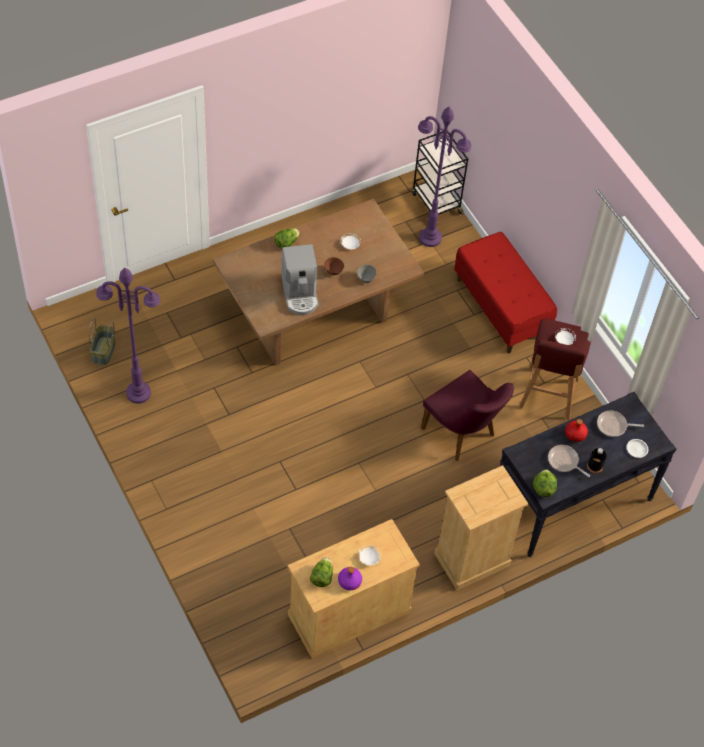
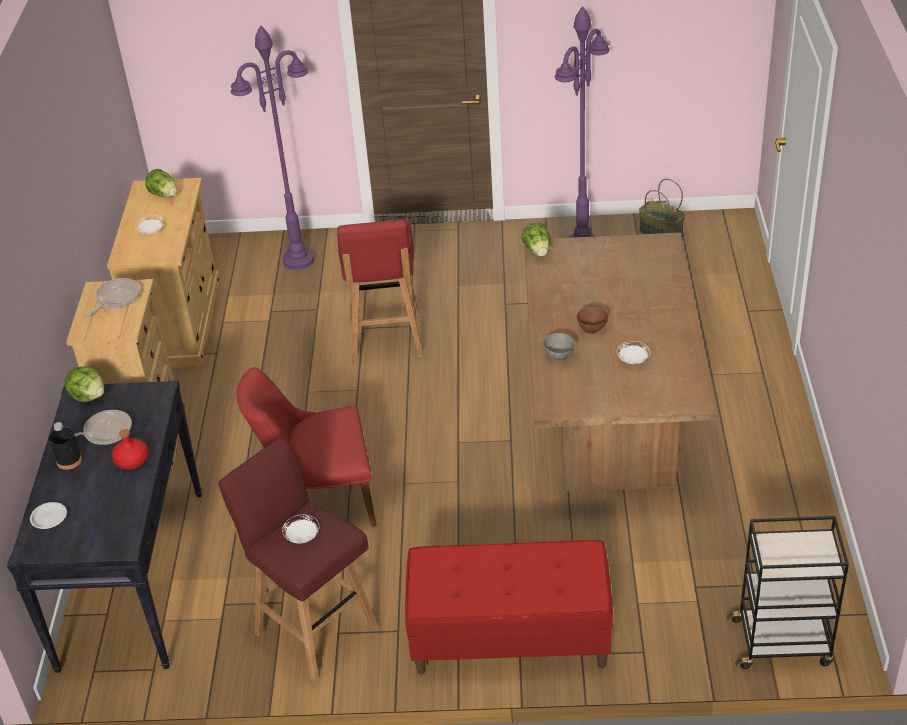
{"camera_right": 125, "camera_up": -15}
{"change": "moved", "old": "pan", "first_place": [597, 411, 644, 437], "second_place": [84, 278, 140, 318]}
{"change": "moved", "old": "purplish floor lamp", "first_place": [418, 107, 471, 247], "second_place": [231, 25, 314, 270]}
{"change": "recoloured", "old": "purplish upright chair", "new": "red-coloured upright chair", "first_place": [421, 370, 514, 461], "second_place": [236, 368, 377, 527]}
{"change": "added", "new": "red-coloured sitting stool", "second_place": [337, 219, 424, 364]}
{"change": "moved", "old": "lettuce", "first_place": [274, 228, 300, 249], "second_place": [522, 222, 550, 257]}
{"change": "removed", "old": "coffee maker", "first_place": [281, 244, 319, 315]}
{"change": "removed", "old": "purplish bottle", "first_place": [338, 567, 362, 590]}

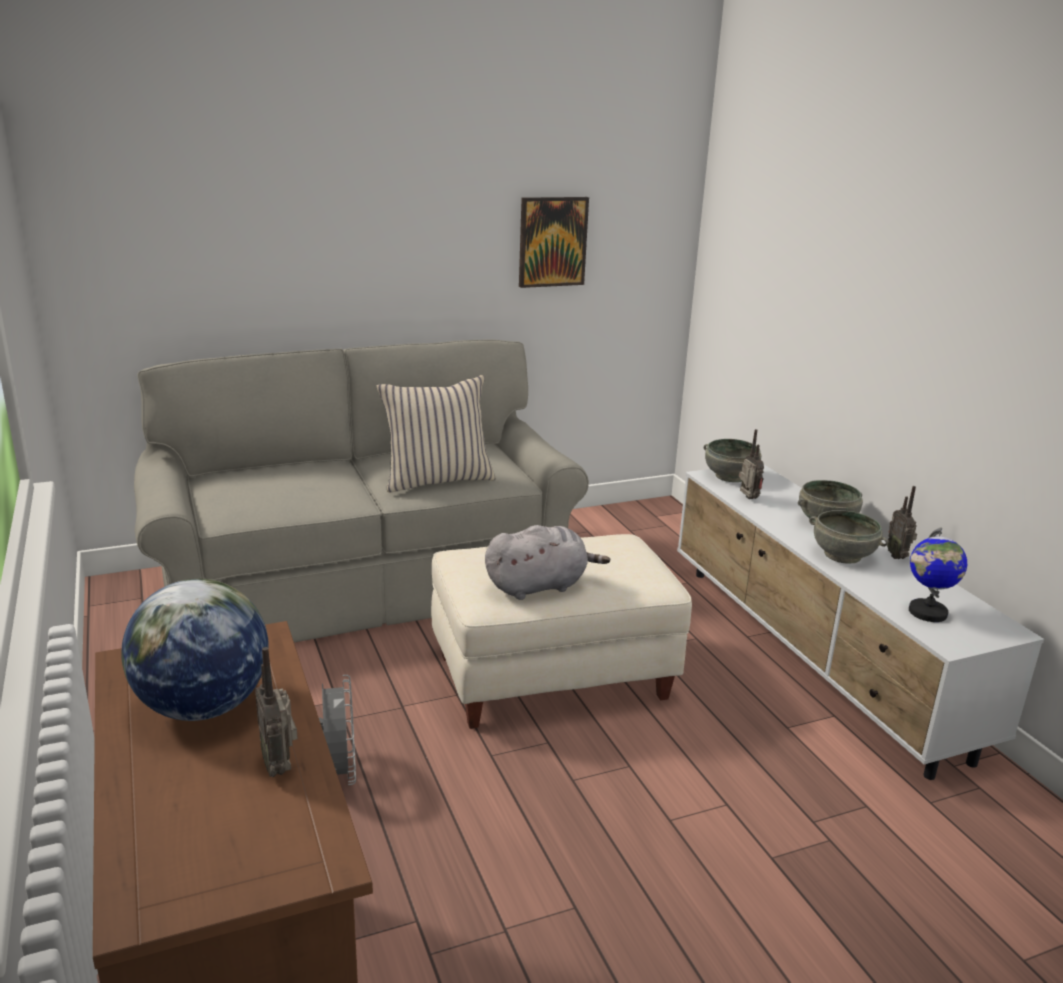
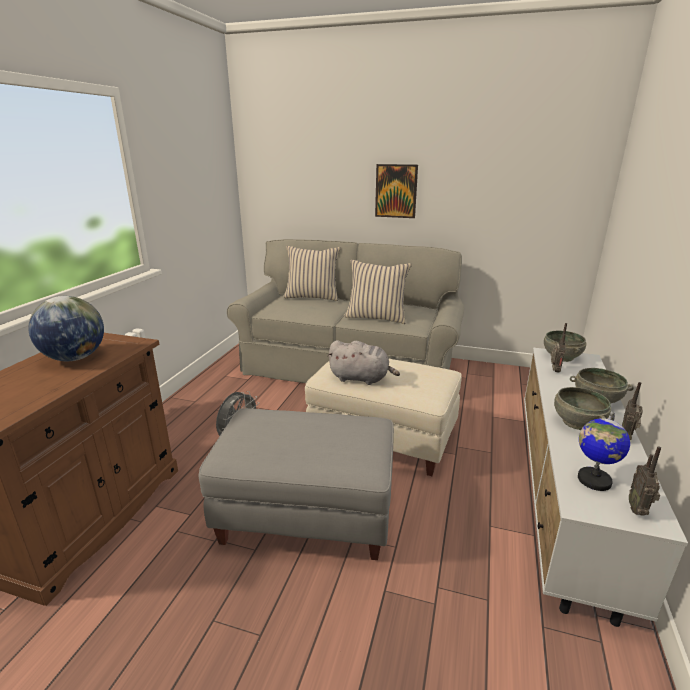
{"camera_right": 40, "camera_up": 0}
{"change": "added", "new": "greyish pouffe", "second_place": [198, 408, 394, 560]}
{"change": "added", "new": "sand-coloured throw pillow", "second_place": [283, 246, 341, 301]}
{"change": "moved", "old": "wall picture", "first_place": [519, 197, 589, 288], "second_place": [375, 164, 418, 218]}
{"change": "moved", "old": "radio receiver", "first_place": [255, 647, 298, 777], "second_place": [629, 446, 661, 515]}

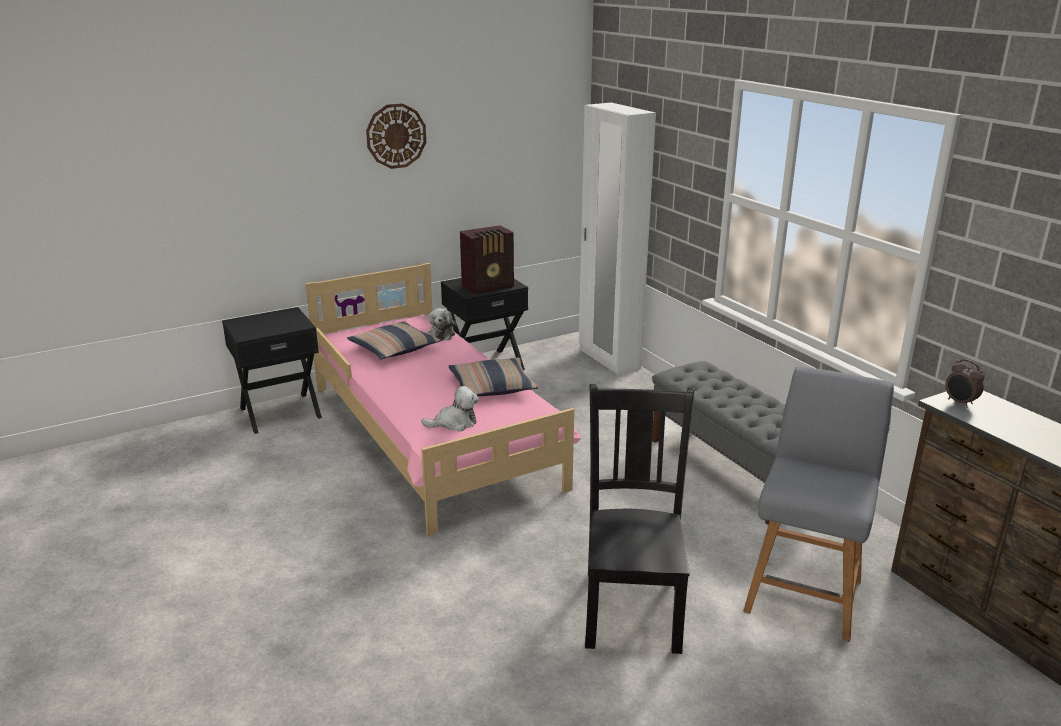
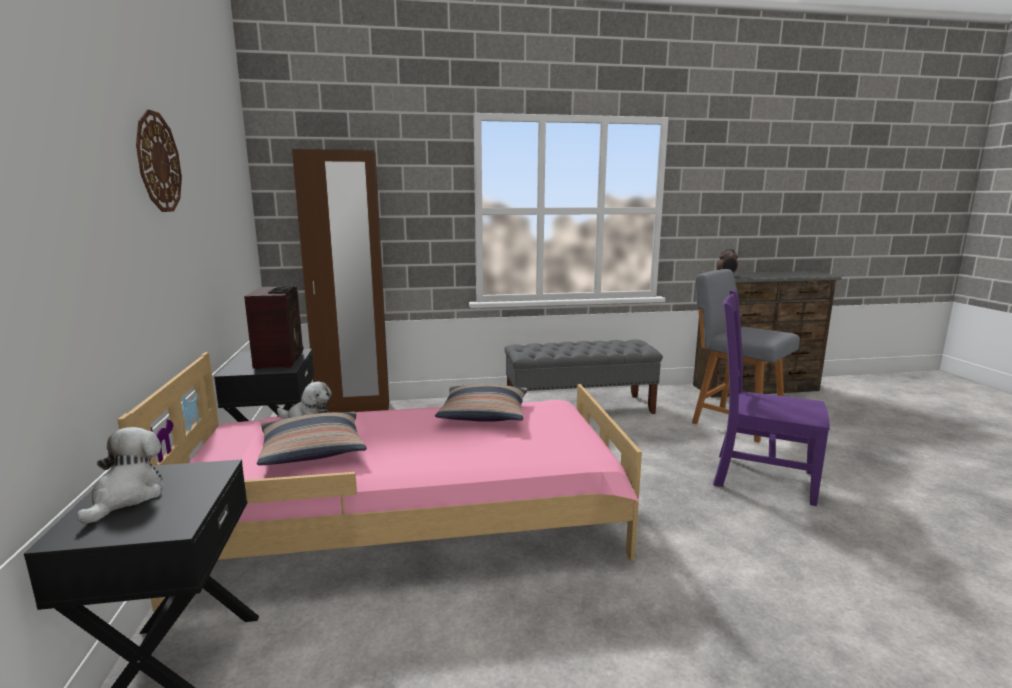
{"camera_right": -70, "camera_up": -10}
{"change": "moved", "old": "soft toy", "first_place": [422, 386, 479, 432], "second_place": [77, 427, 164, 524]}
{"change": "recoloured", "old": "white-coloured wardrobe", "new": "brown-coloured wardrobe", "first_place": [579, 102, 656, 375], "second_place": [292, 149, 389, 412]}
{"change": "recoloured", "old": "black upright chair", "new": "purplish upright chair", "first_place": [585, 384, 695, 654], "second_place": [713, 290, 830, 506]}

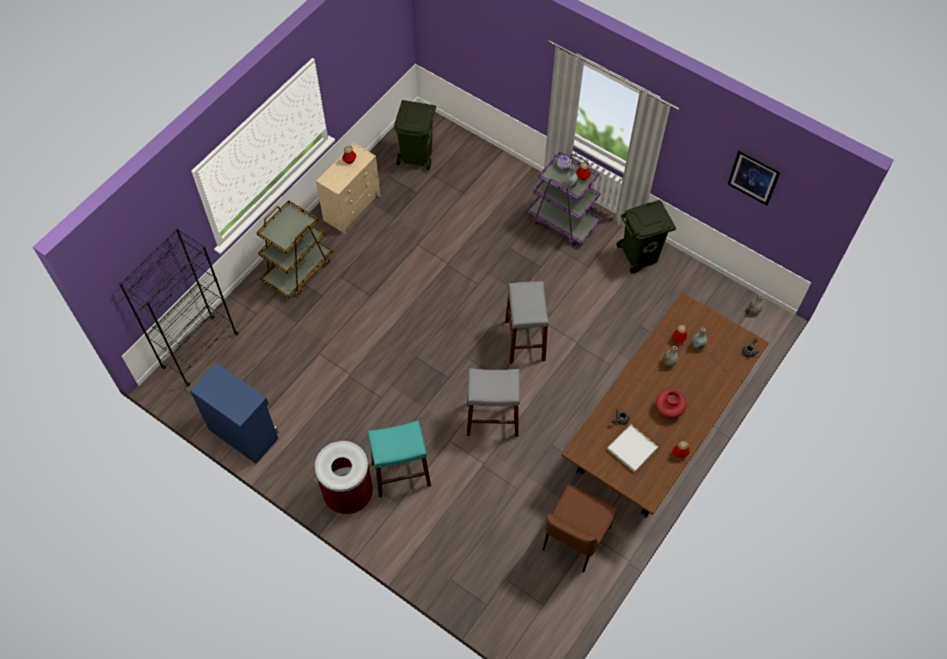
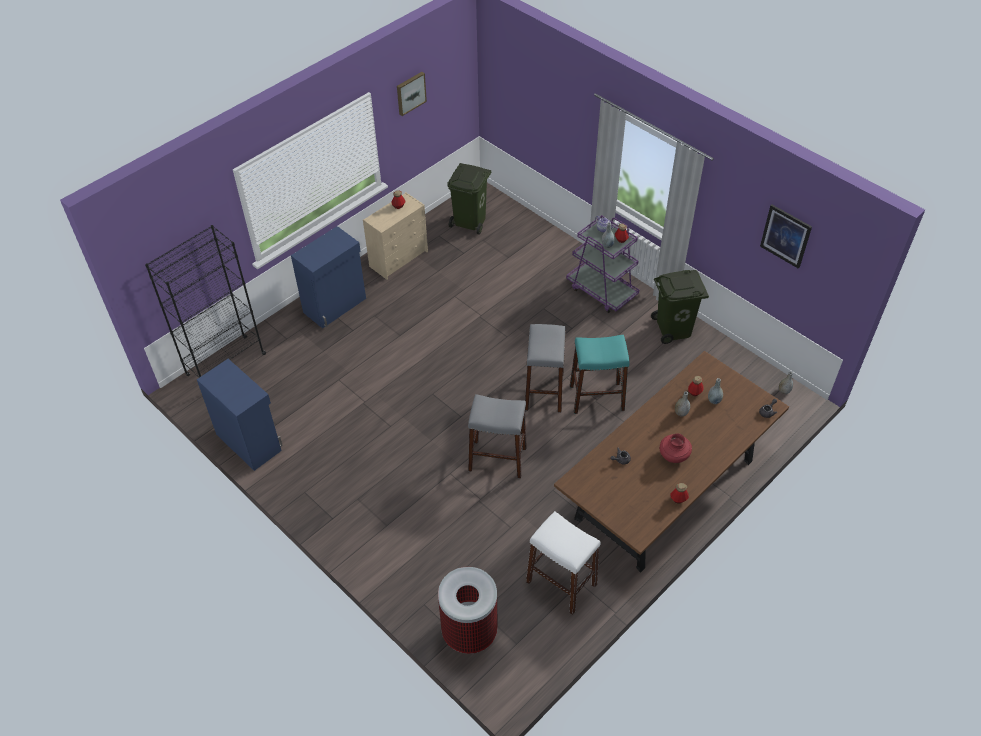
{"camera_right": 10, "camera_up": -10}
{"change": "replaced", "old": "brown-coloured trolley", "new": "blue cupboard", "first_place": [256, 200, 333, 298], "second_place": [291, 226, 366, 328]}
{"change": "added", "new": "wall picture", "second_place": [397, 72, 427, 116]}
{"change": "moved", "old": "rubbish bin", "first_place": [315, 441, 373, 514], "second_place": [438, 567, 498, 654]}
{"change": "replaced", "old": "brown-coloured upright chair", "new": "white-coloured sitting stool", "first_place": [542, 484, 618, 573], "second_place": [526, 511, 601, 615]}
{"change": "moved", "old": "blue-green sitting stool", "first_place": [368, 420, 431, 497], "second_place": [570, 335, 630, 414]}
{"change": "removed", "old": "white-coloured carrying tray", "first_place": [607, 424, 658, 473]}

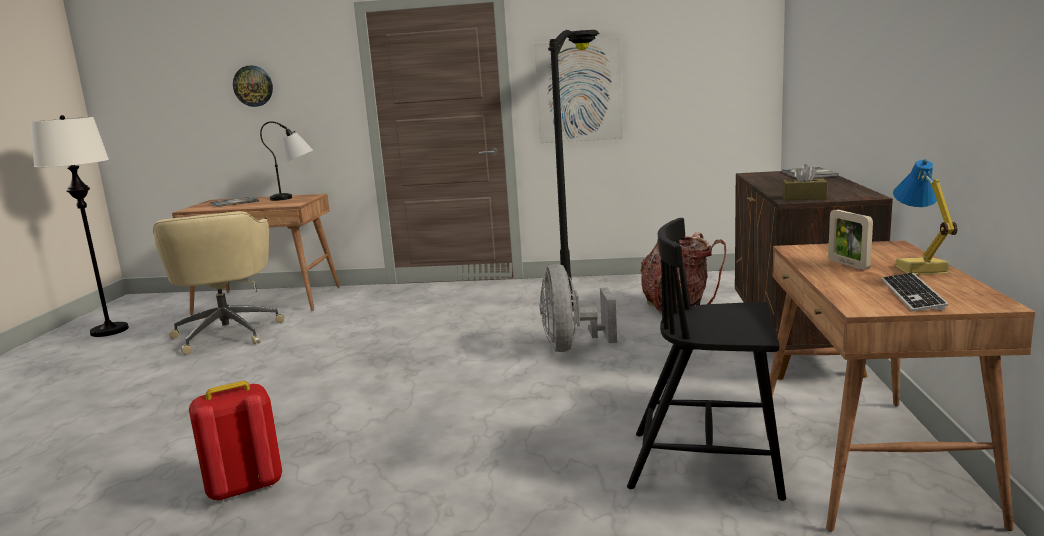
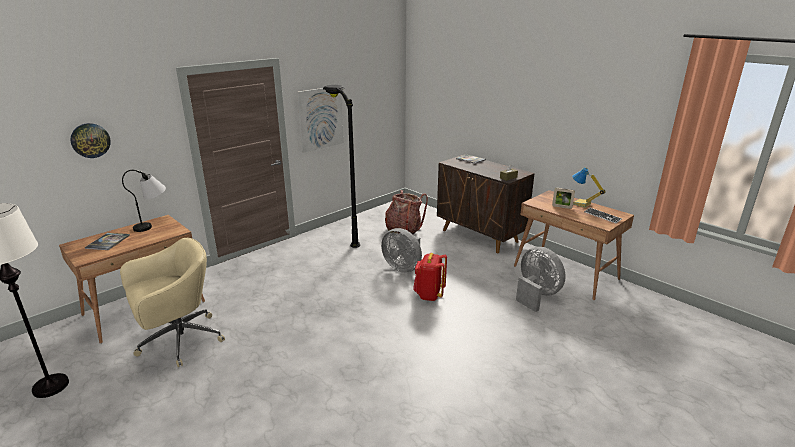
{"camera_right": -50, "camera_up": 10}
{"change": "turned", "old": "sand-coloured computer chair", "first_place": [153, 211, 285, 355], "second_place": [120, 238, 225, 367], "degrees": -60}
{"change": "moved", "old": "red-coloured rucksack", "first_place": [189, 381, 282, 501], "second_place": [413, 253, 447, 301]}
{"change": "replaced", "old": "black upright chair", "new": "greyish cooling fan", "first_place": [627, 218, 786, 501], "second_place": [516, 247, 566, 312]}

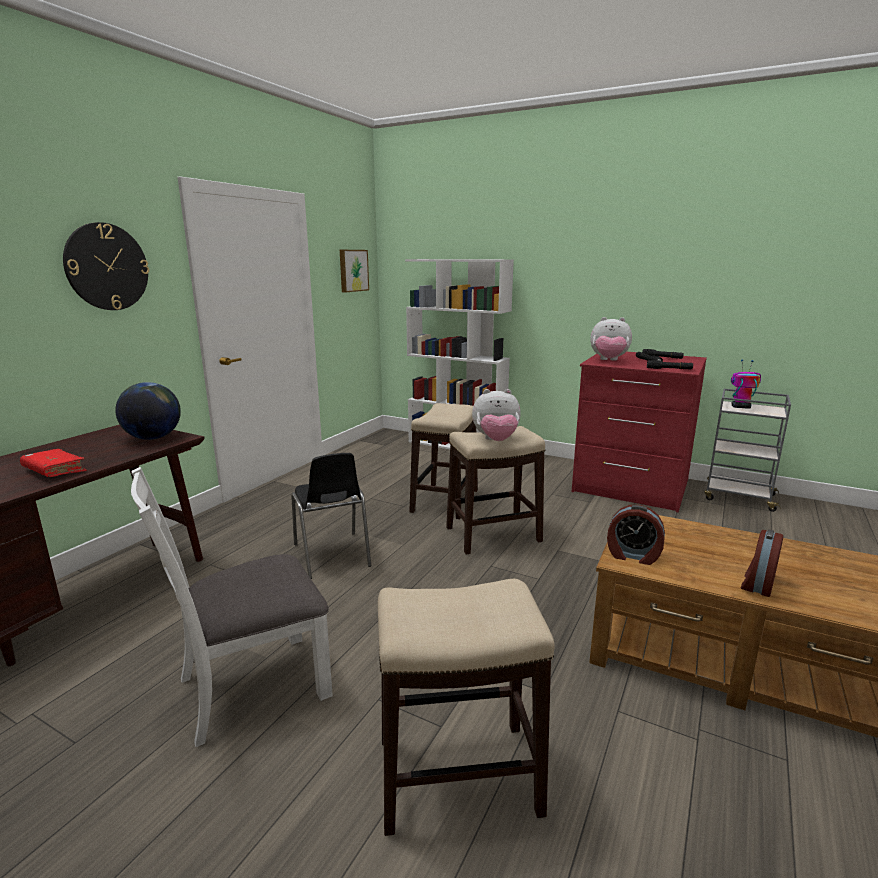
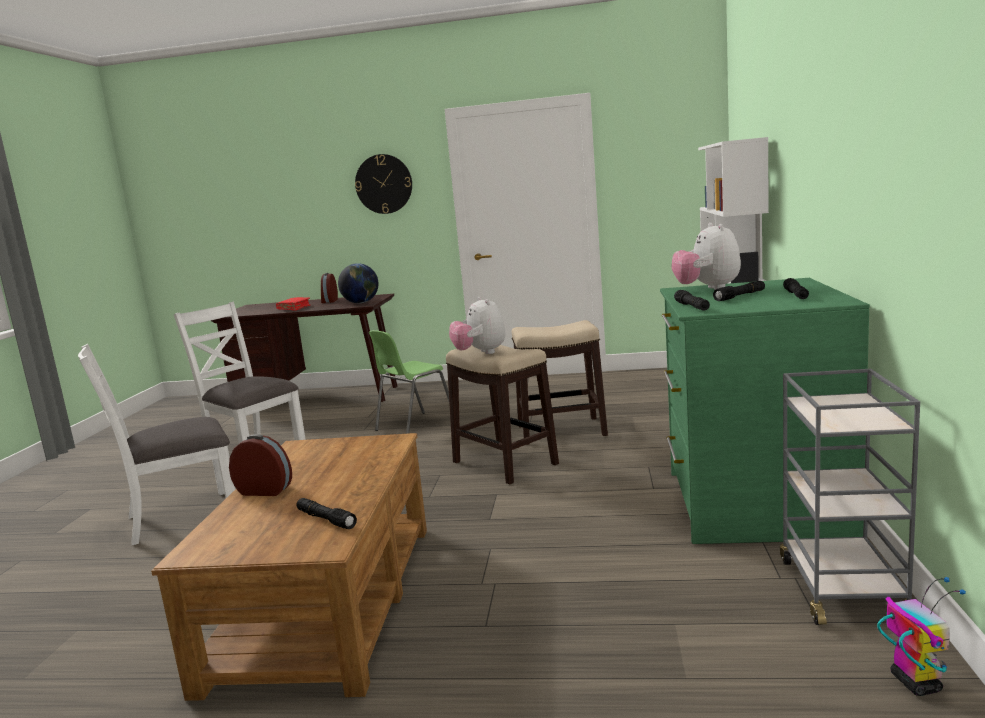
{"camera_right": 70, "camera_up": -5}
{"change": "replaced", "old": "sitting stool", "new": "white-coloured upright chair", "first_place": [378, 579, 555, 836], "second_place": [78, 344, 235, 545]}
{"change": "added", "new": "black hand torch", "second_place": [297, 498, 357, 529]}
{"change": "moved", "old": "alarm clock", "first_place": [607, 505, 665, 565], "second_place": [321, 273, 338, 303]}
{"change": "recoloured", "old": "black upright chair", "new": "greenish upright chair", "first_place": [291, 453, 371, 579], "second_place": [369, 330, 449, 434]}
{"change": "recoloured", "old": "red-coloured dresser", "new": "greenish dresser", "first_place": [571, 352, 707, 512], "second_place": [660, 278, 870, 544]}
{"change": "moved", "old": "model robot", "first_place": [731, 359, 761, 409], "second_place": [877, 577, 966, 696]}
{"change": "removed", "old": "wall picture", "first_place": [340, 250, 369, 292]}

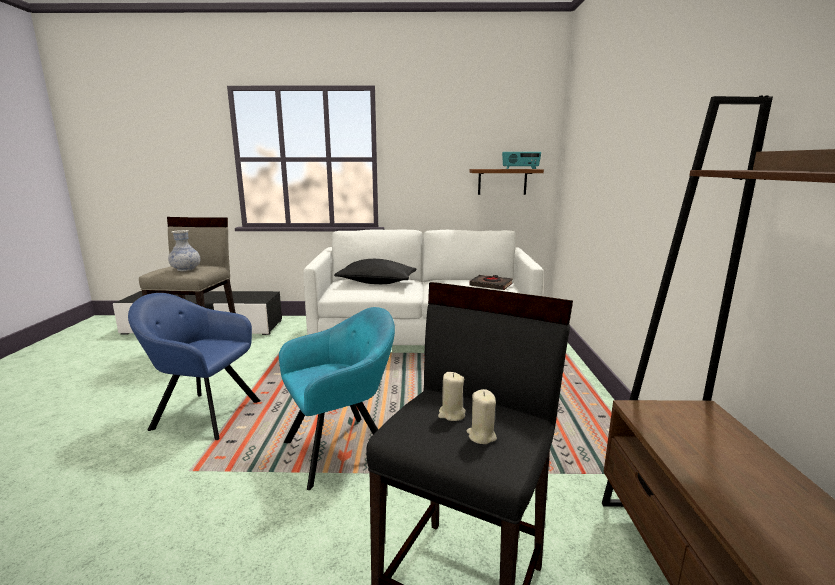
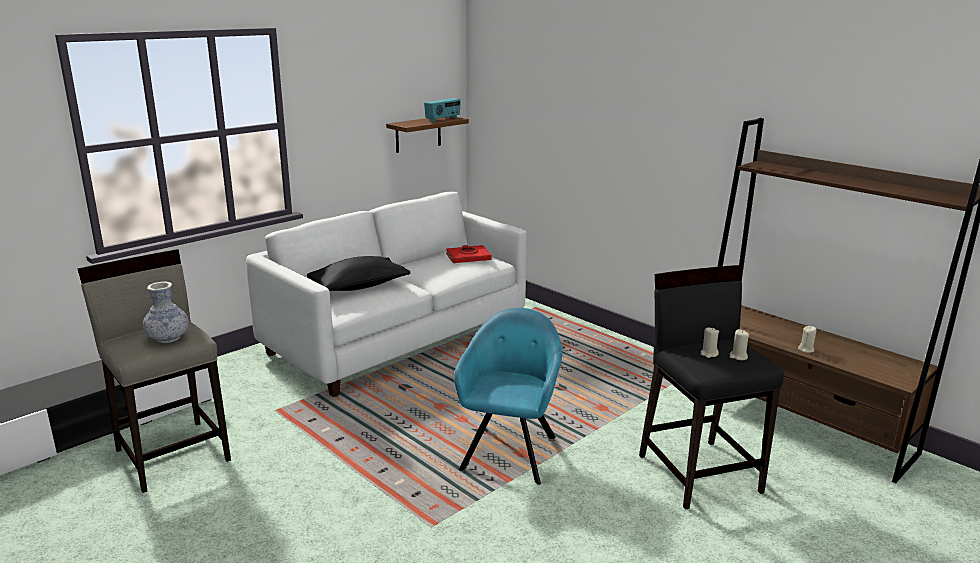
{"camera_right": -45, "camera_up": 5}
{"change": "recoloured", "old": "black volume", "new": "red-coloured volume", "first_place": [470, 275, 513, 290], "second_place": [446, 245, 492, 263]}
{"change": "added", "new": "sand-coloured candle", "second_place": [798, 326, 817, 353]}
{"change": "removed", "old": "blue easy chair", "first_place": [128, 293, 260, 440]}

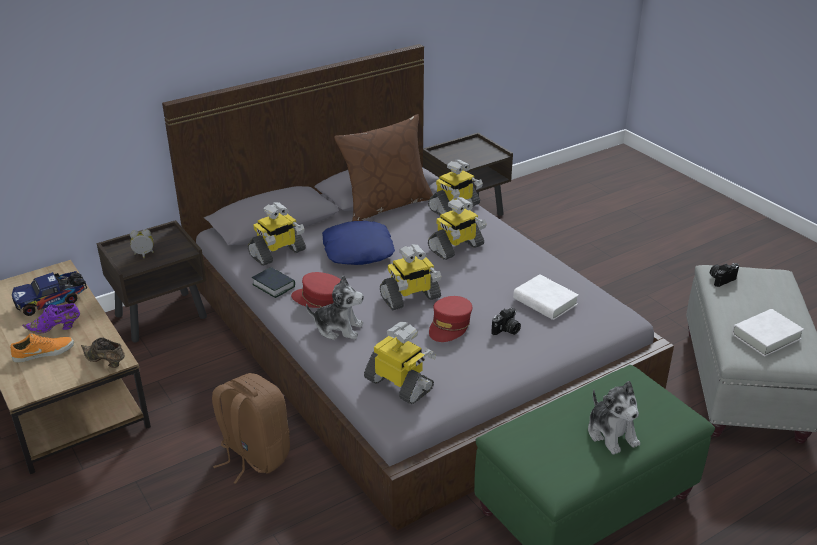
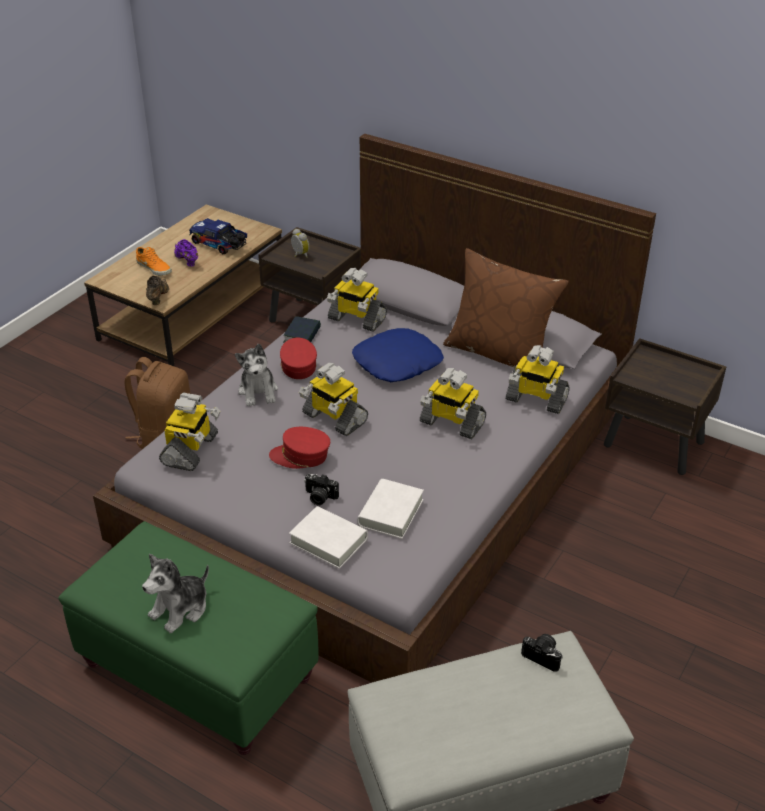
{"camera_right": 65, "camera_up": 5}
{"change": "moved", "old": "white-coloured volume", "first_place": [732, 309, 804, 357], "second_place": [289, 506, 368, 569]}

